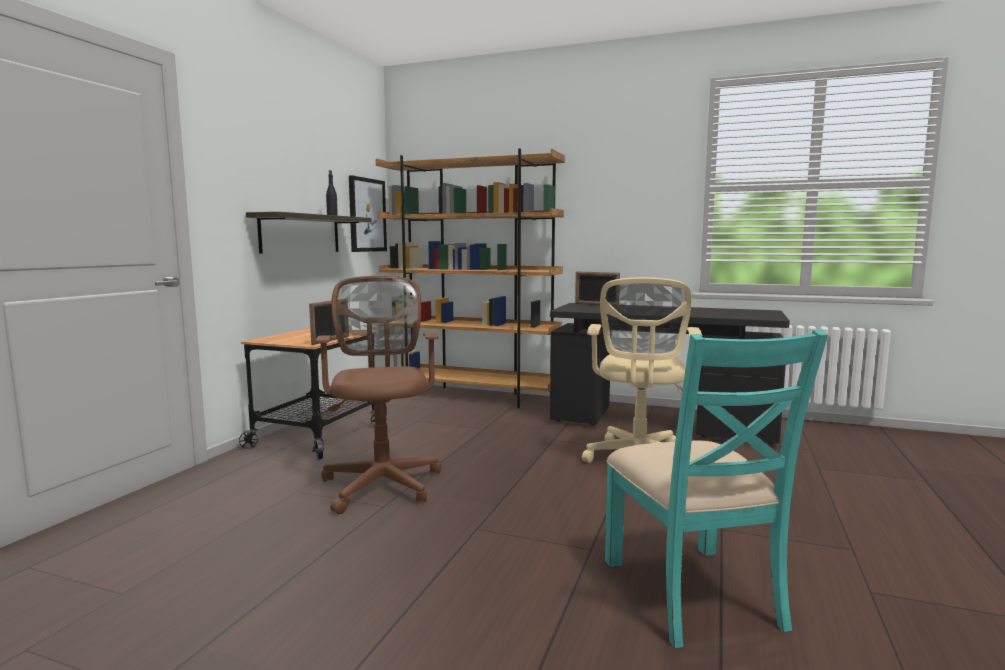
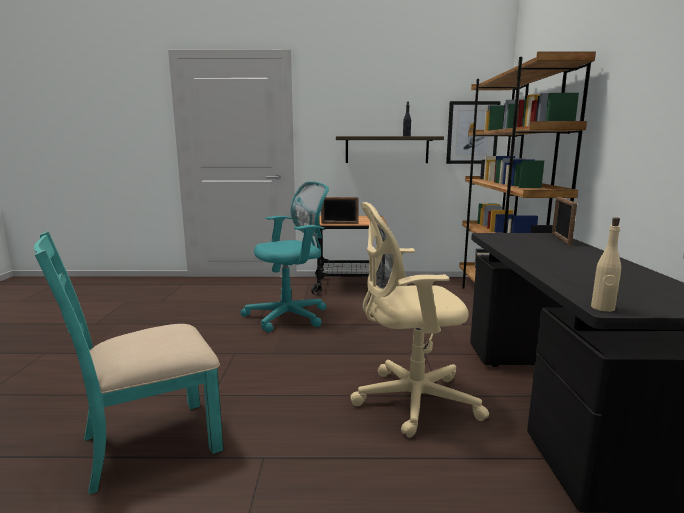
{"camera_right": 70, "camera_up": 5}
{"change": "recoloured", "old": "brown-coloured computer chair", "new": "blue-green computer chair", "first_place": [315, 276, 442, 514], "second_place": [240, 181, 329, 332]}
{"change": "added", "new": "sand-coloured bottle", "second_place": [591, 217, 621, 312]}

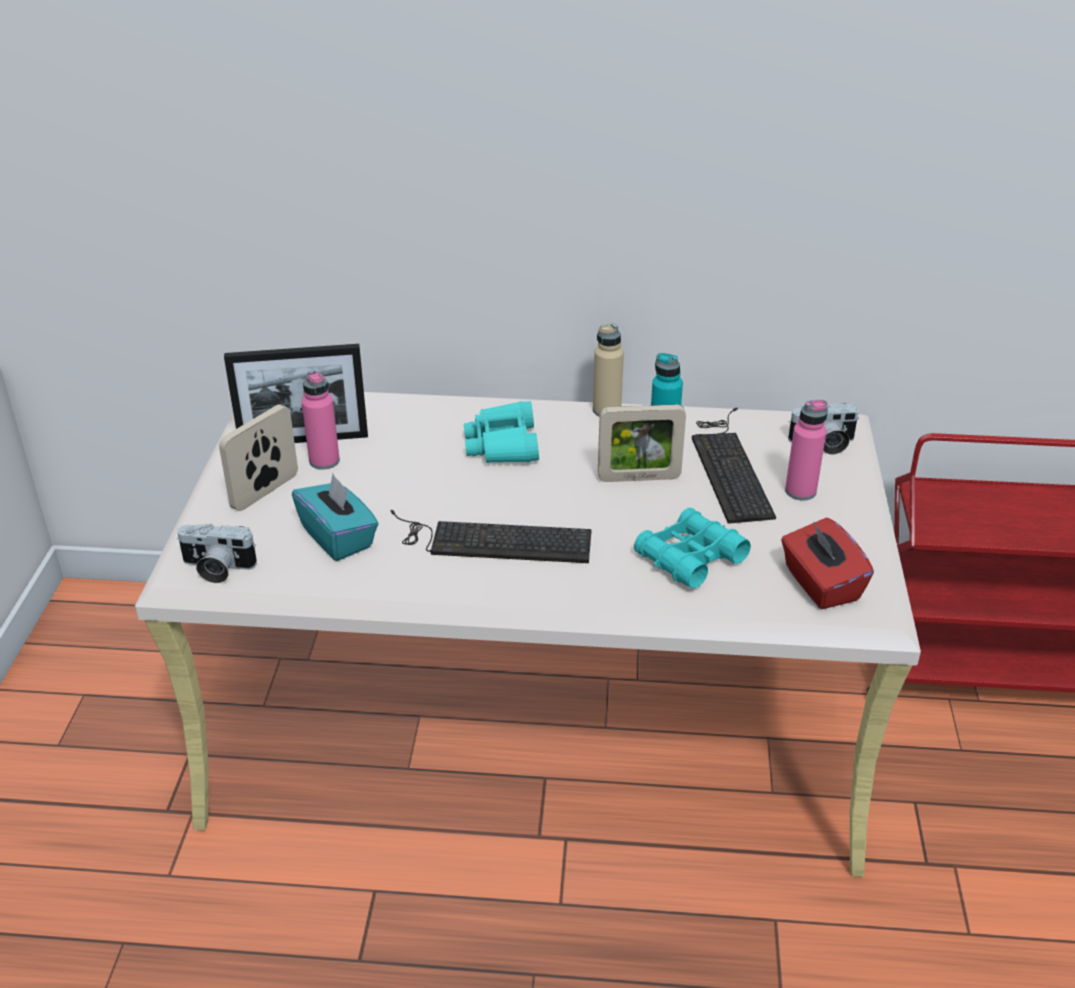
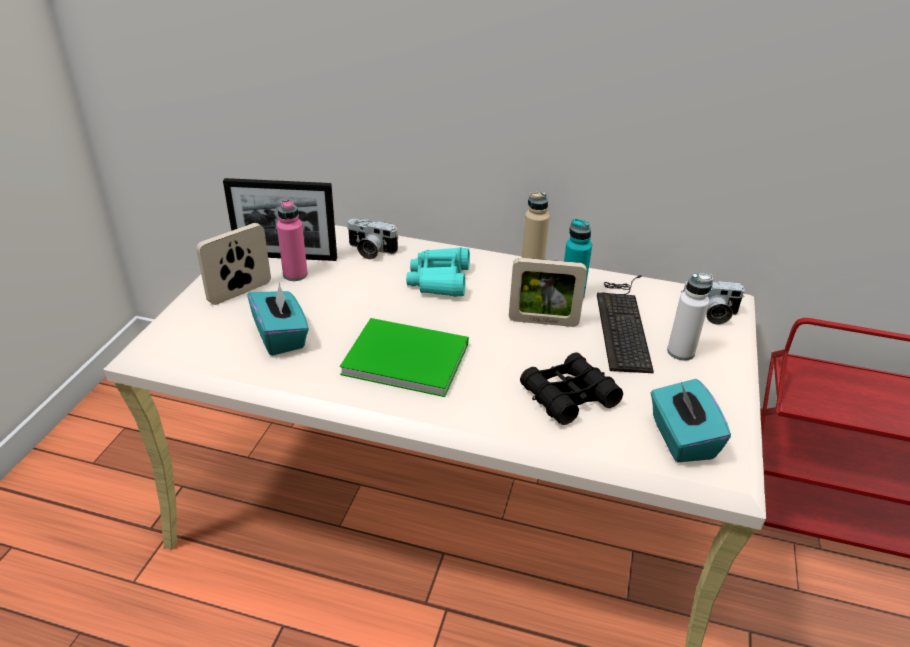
{"camera_right": 10, "camera_up": 0}
{"change": "replaced", "old": "PC keyboard", "new": "greenish volume", "first_place": [390, 510, 591, 563], "second_place": [340, 318, 469, 397]}
{"change": "moved", "old": "photo camera", "first_place": [177, 524, 257, 583], "second_place": [347, 219, 399, 259]}
{"change": "recoloured", "old": "blue-green pair of binoculars", "new": "black pair of binoculars", "first_place": [634, 508, 751, 588], "second_place": [520, 353, 623, 425]}
{"change": "recoloured", "old": "red-coloured tissue holder", "new": "blue-green tissue holder", "first_place": [781, 517, 874, 609], "second_place": [651, 379, 731, 462]}
{"change": "recoloured", "old": "pinkish bottle", "new": "white-coloured bottle", "first_place": [785, 400, 828, 501], "second_place": [667, 273, 713, 361]}

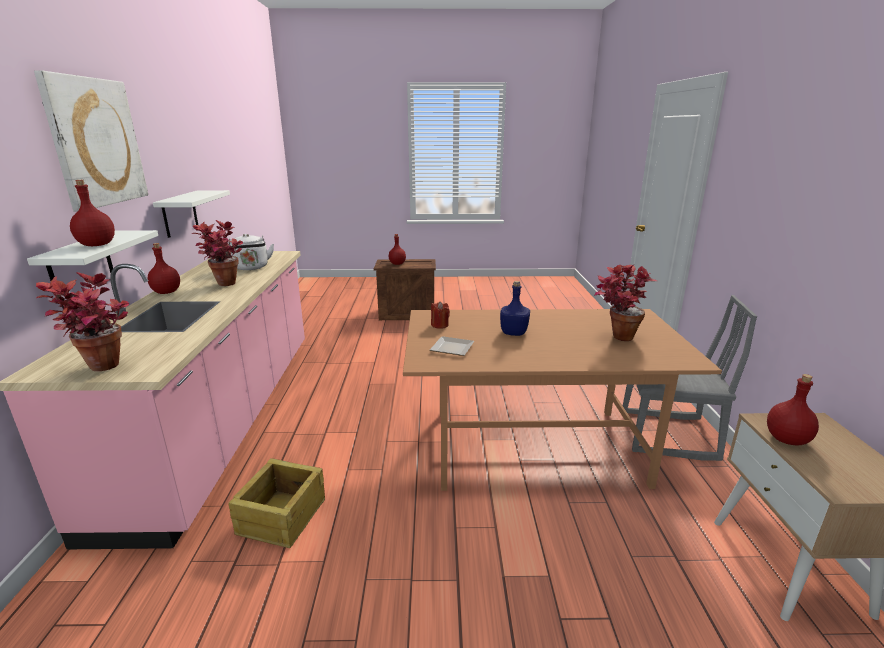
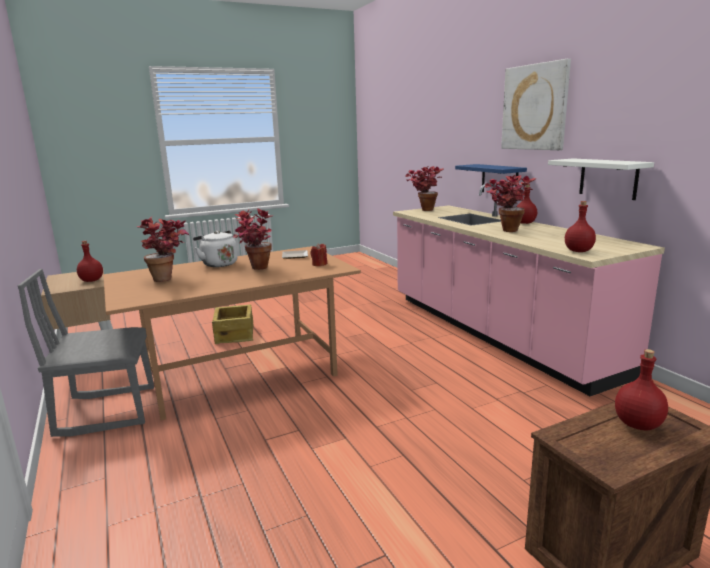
{"camera_right": 155, "camera_up": -5}
{"change": "moved", "old": "white-coloured kettle", "first_place": [228, 234, 274, 270], "second_place": [193, 230, 238, 267]}
{"change": "moved", "old": "shipping crate", "first_place": [229, 458, 325, 548], "second_place": [212, 304, 253, 344]}
{"change": "replaced", "old": "blue bottle", "new": "potted plant", "first_place": [500, 281, 530, 336], "second_place": [233, 208, 272, 270]}
{"change": "recoloured", "old": "white-coloured shelf", "new": "blue shelf", "first_place": [27, 230, 158, 299], "second_place": [455, 164, 527, 192]}
{"change": "moved", "old": "red-coloured bottle", "first_place": [70, 180, 115, 246], "second_place": [565, 201, 596, 252]}

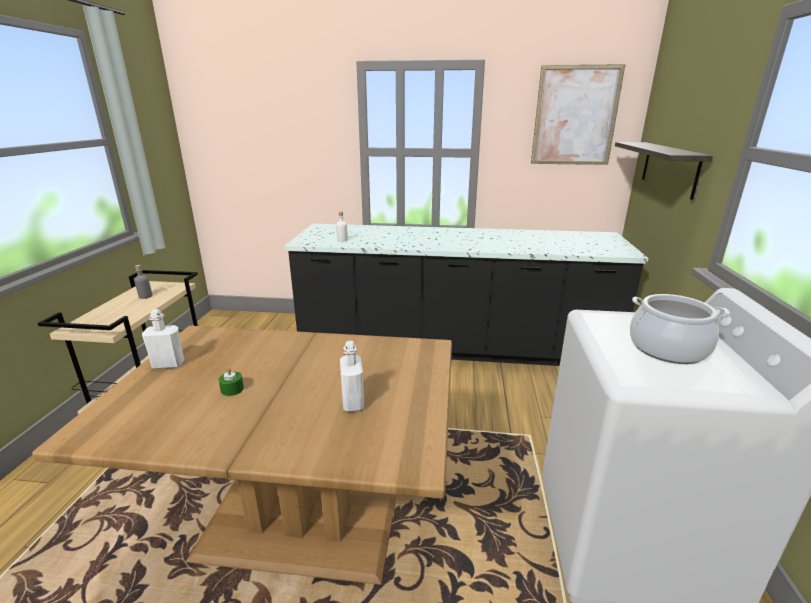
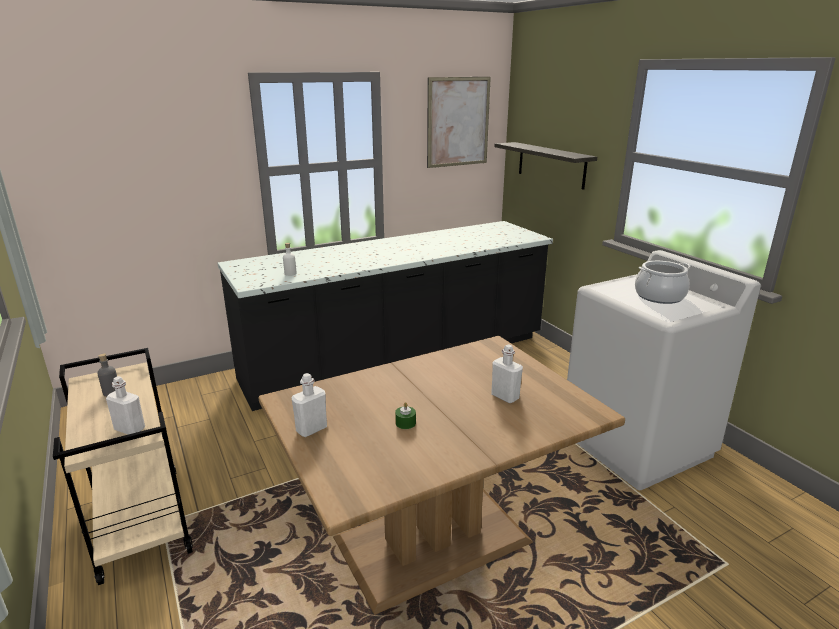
{"camera_right": -35, "camera_up": 0}
{"change": "added", "new": "white-coloured bottle", "second_place": [106, 376, 145, 435]}

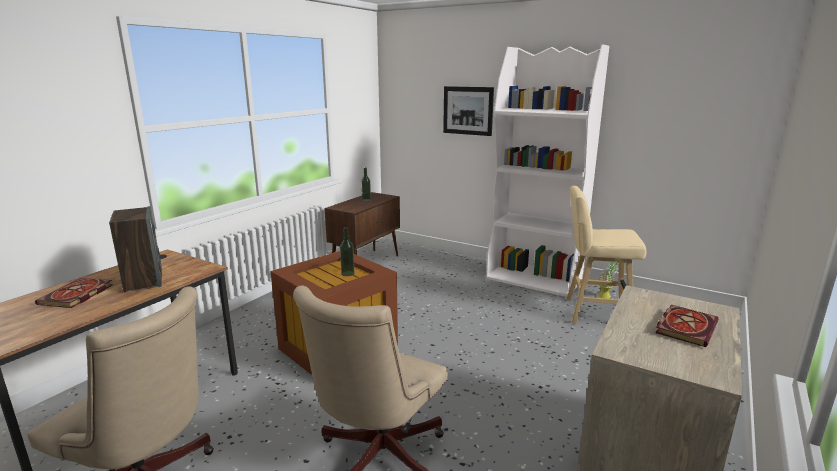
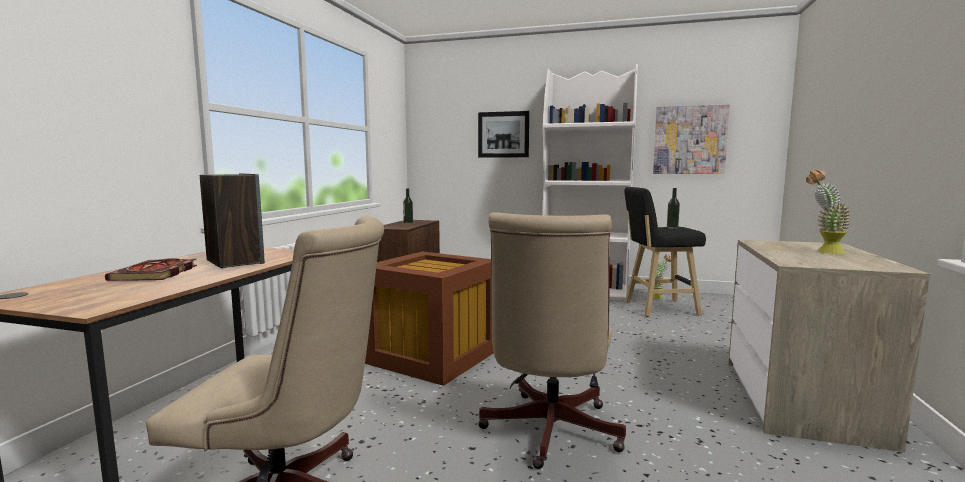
{"camera_right": -15, "camera_up": -10}
{"change": "recoloured", "old": "sand-coloured sitting stool", "new": "black sitting stool", "first_place": [566, 186, 647, 324], "second_place": [625, 187, 706, 317]}
{"change": "added", "new": "wall picture", "second_place": [653, 104, 730, 174]}
{"change": "moved", "old": "bottle", "first_place": [340, 227, 355, 276], "second_place": [667, 188, 680, 229]}
{"change": "replaced", "old": "volume", "new": "potted plant", "first_place": [655, 305, 719, 347], "second_place": [806, 170, 851, 254]}

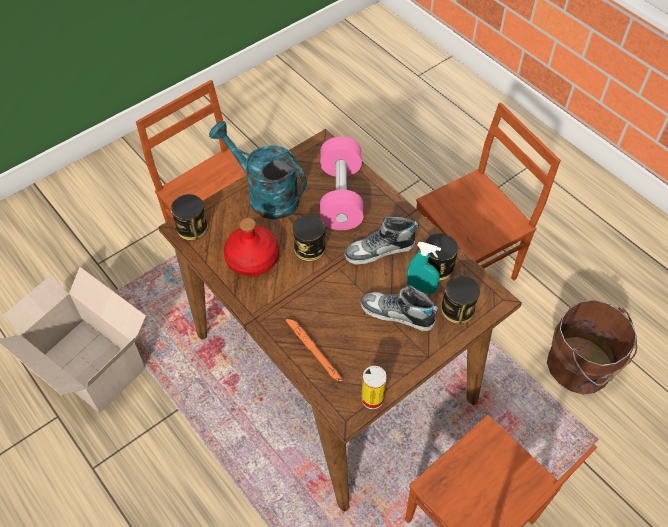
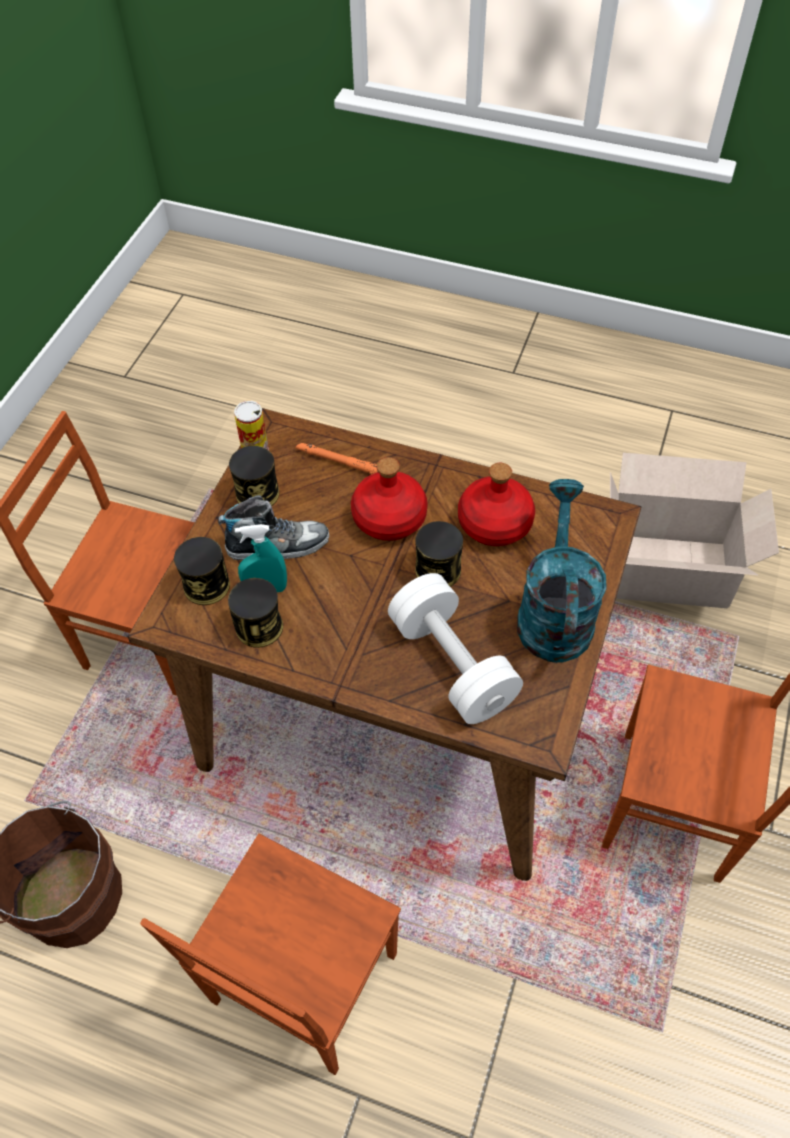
{"camera_right": 150, "camera_up": 0}
{"change": "moved", "old": "metal can", "first_place": [171, 194, 208, 241], "second_place": [229, 446, 279, 506]}
{"change": "added", "new": "red-coloured bottle", "second_place": [351, 457, 428, 541]}
{"change": "recoloured", "old": "pinkish hand weight", "new": "white-coloured hand weight", "first_place": [320, 137, 363, 230], "second_place": [388, 573, 523, 724]}
{"change": "turned", "old": "blue-green watering pot", "first_place": [209, 121, 307, 220], "second_place": [517, 479, 607, 663], "degrees": -90}
{"change": "removed", "old": "item of footwear", "first_place": [345, 217, 419, 265]}

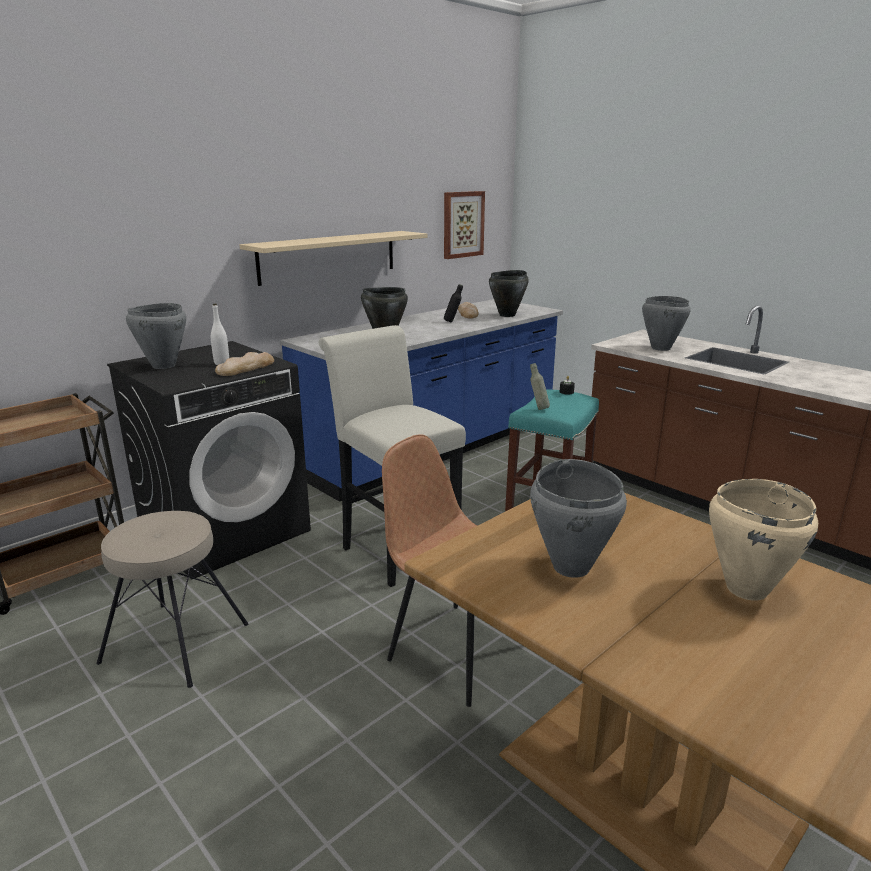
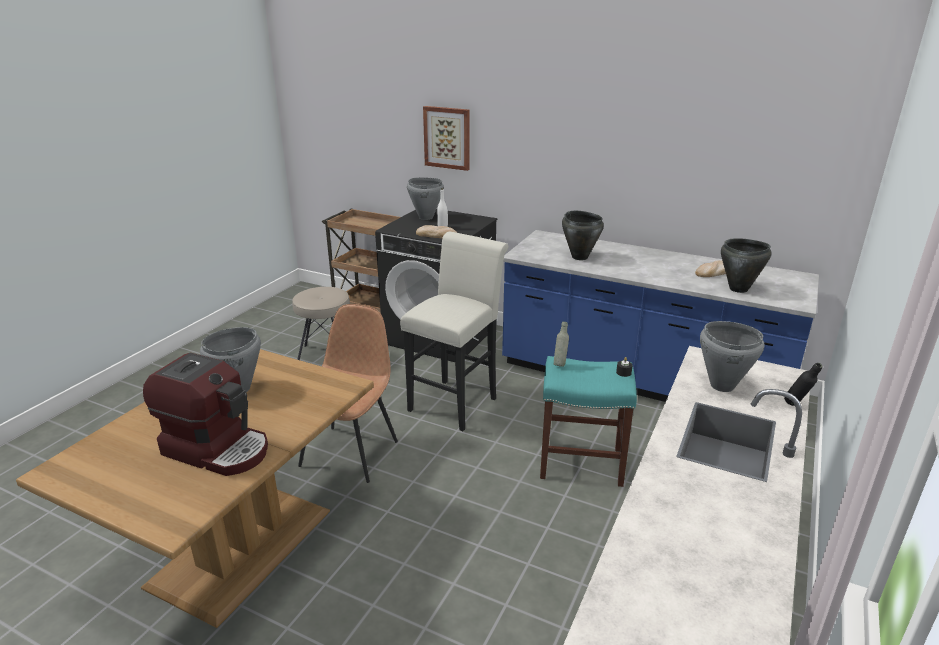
{"camera_right": 70, "camera_up": 5}
{"change": "replaced", "old": "sand-coloured stockpot", "new": "coffee maker", "first_place": [709, 479, 818, 601], "second_place": [143, 353, 268, 476]}
{"change": "moved", "old": "wall picture", "first_place": [444, 191, 485, 259], "second_place": [423, 106, 470, 171]}
{"change": "moved", "old": "black bottle", "first_place": [444, 284, 463, 322], "second_place": [784, 363, 822, 406]}
{"change": "removed", "old": "sand-coloured shelf", "first_place": [240, 231, 427, 286]}

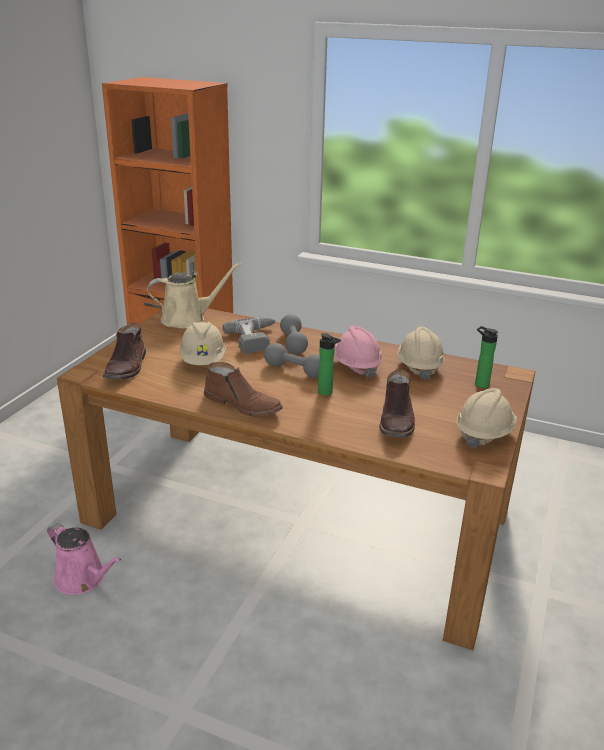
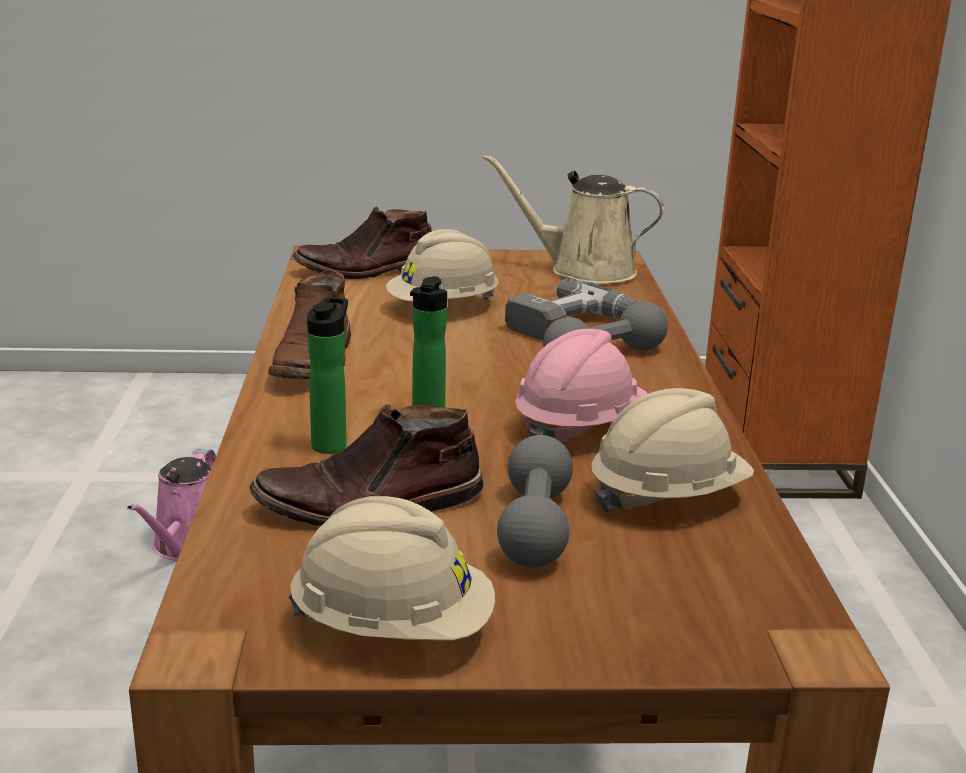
{"camera_right": 65, "camera_up": -5}
{"change": "moved", "old": "bottle", "first_place": [475, 326, 498, 388], "second_place": [307, 297, 348, 454]}
{"change": "turned", "old": "sand-coloured watering pot", "first_place": [147, 263, 241, 329], "second_place": [483, 154, 664, 284], "degrees": 150}
{"change": "moved", "old": "greyish hand weight", "first_place": [264, 343, 320, 378], "second_place": [497, 435, 573, 568]}

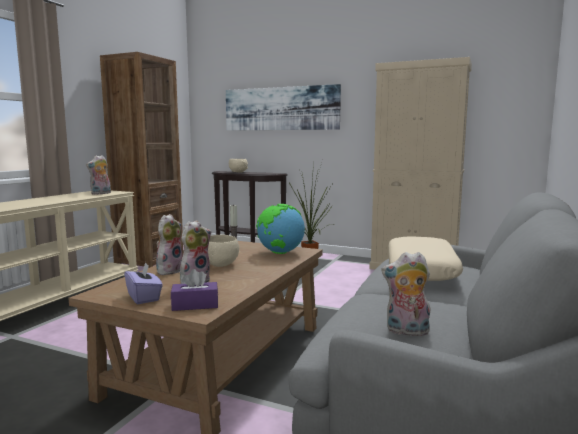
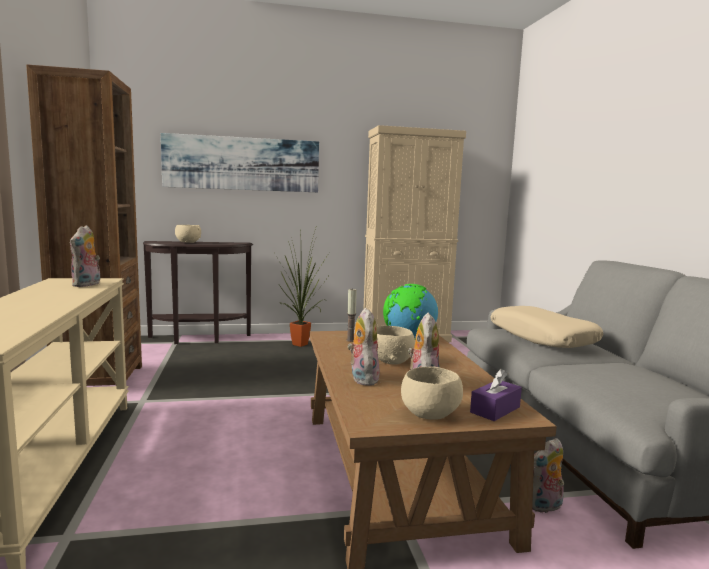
{"camera_right": -35, "camera_up": 0}
{"change": "replaced", "old": "purplish tissue holder", "new": "sand-coloured deep dish", "first_place": [124, 262, 163, 304], "second_place": [401, 367, 463, 420]}
{"change": "moved", "old": "soft toy", "first_place": [382, 252, 430, 336], "second_place": [532, 438, 564, 513]}

